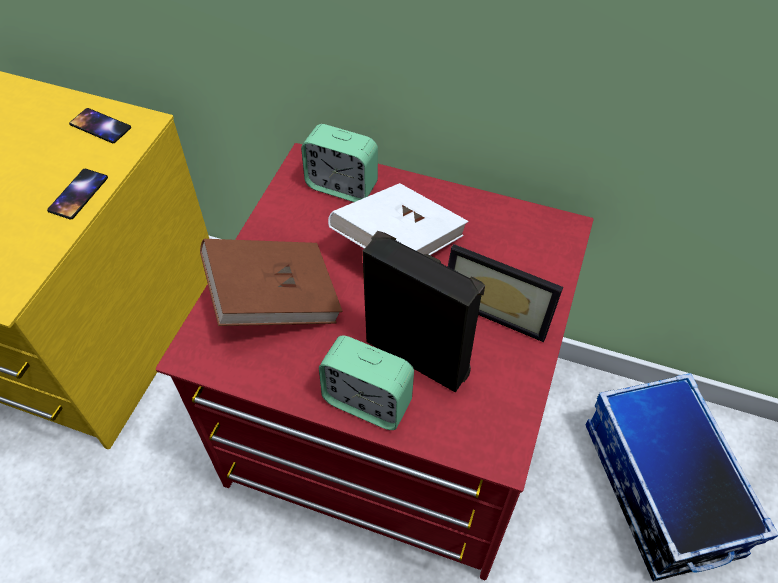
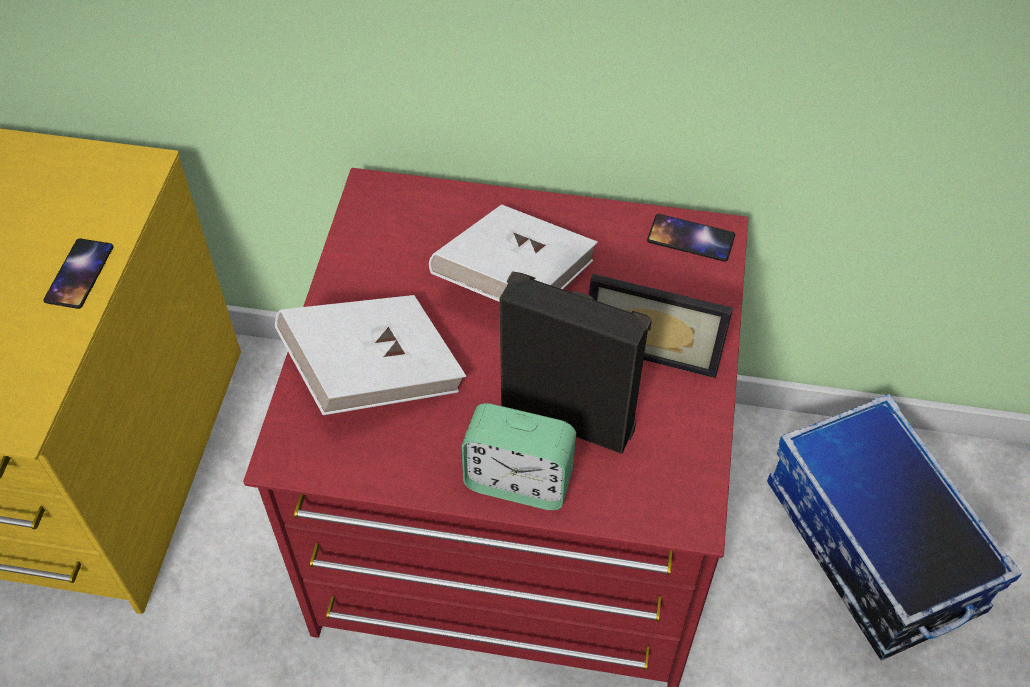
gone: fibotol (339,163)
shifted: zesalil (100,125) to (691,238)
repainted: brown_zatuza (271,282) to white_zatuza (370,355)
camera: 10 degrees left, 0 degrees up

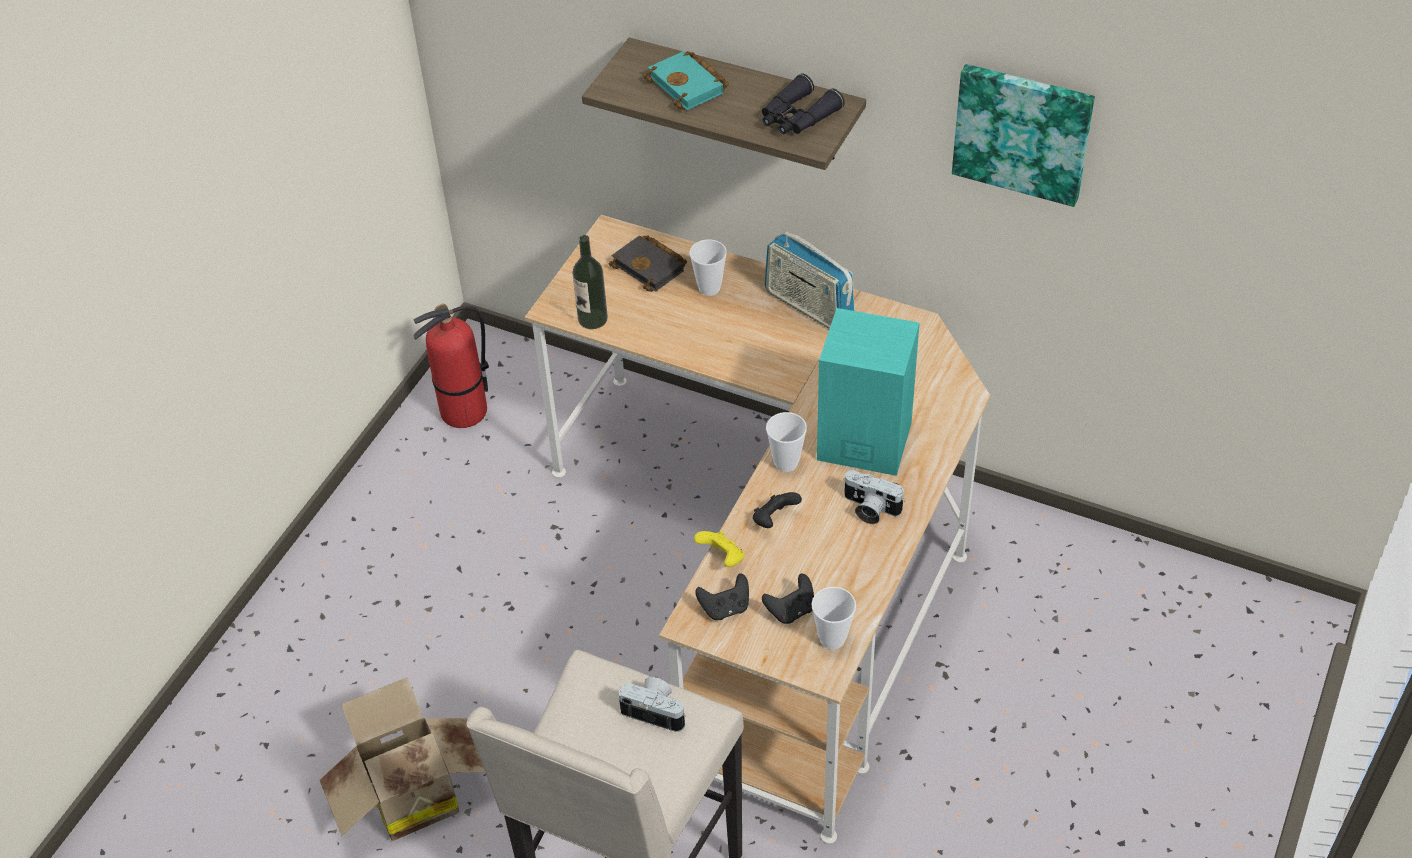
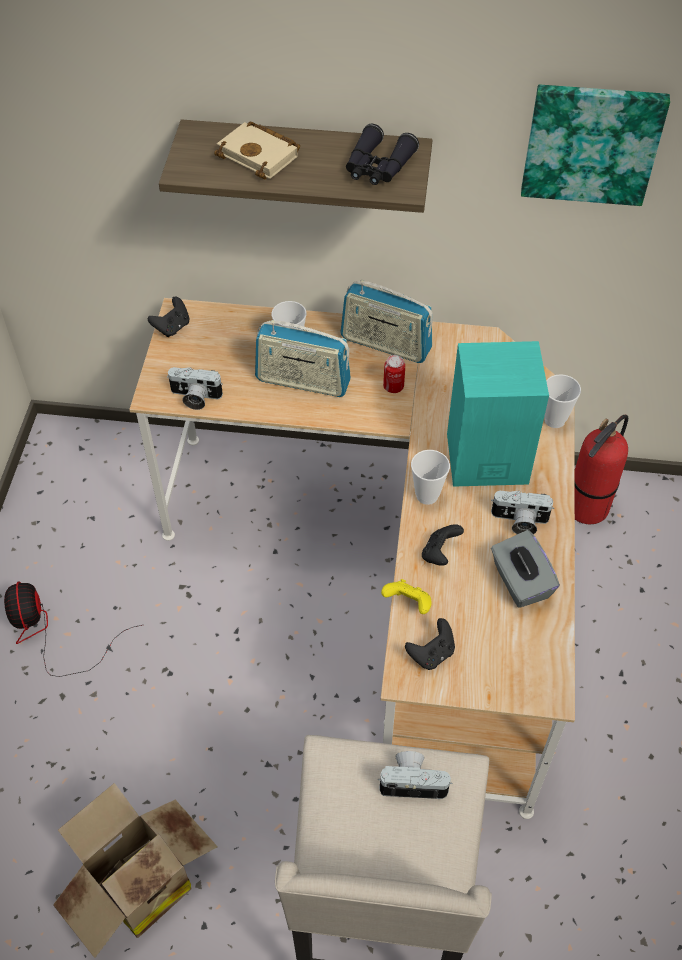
gone: black_zatuza (648,263)
new: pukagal (73,629); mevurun (303,358); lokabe (394,374); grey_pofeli (525,569)
shifted: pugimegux (451,366) to (601,470); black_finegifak (788,599) to (168,317); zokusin (833,618) to (562,401)
swapped: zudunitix (590,282) to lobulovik (195,388)
repainted: turquoise_zatuza (686,80) to beige_zatuza (257,150)
camera: 20 degrees left, 5 degrees up

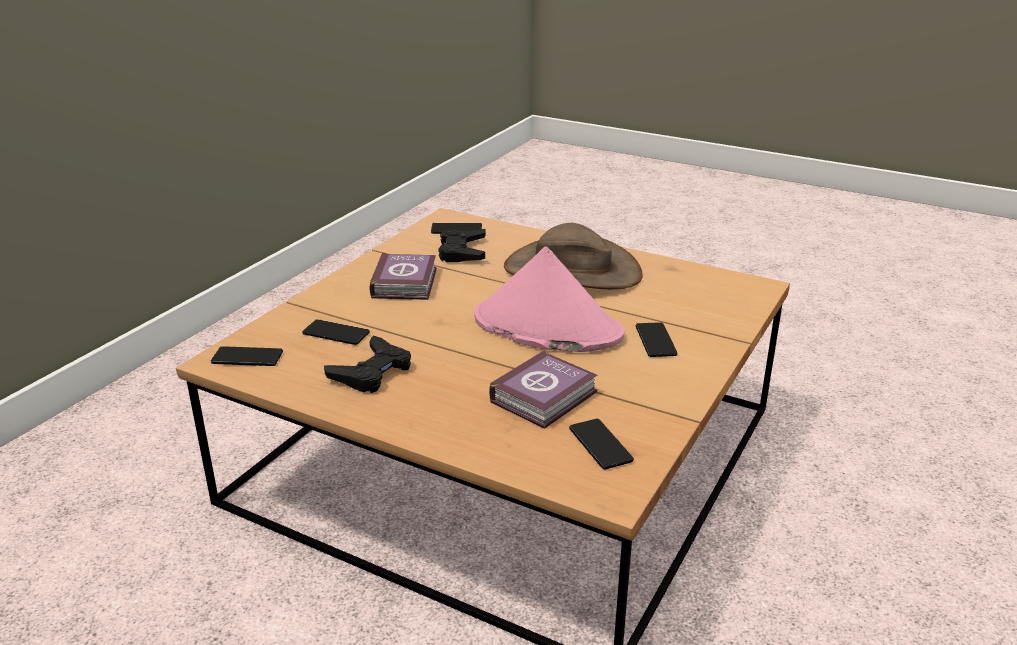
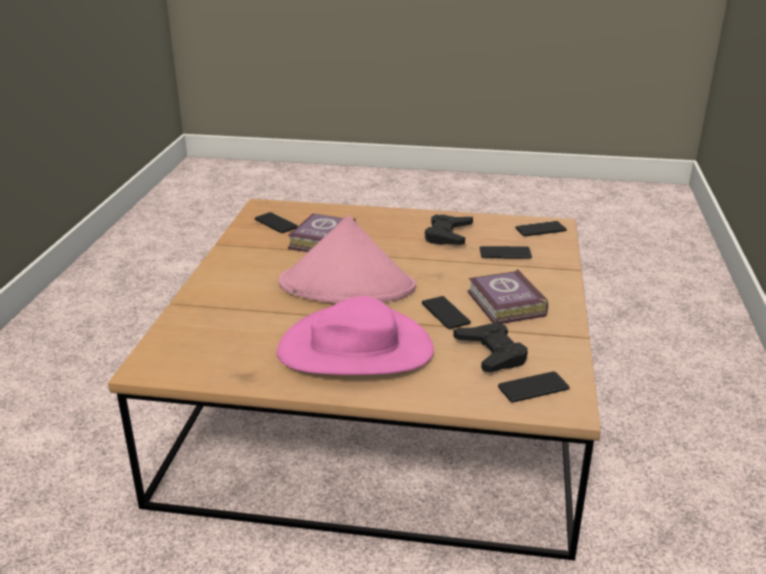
shifted: zesalil (656,339) to (446,312)
repainted: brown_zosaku (573,256) to pink_zosaku (355,335)
camera: 160 degrees right, 0 degrees up

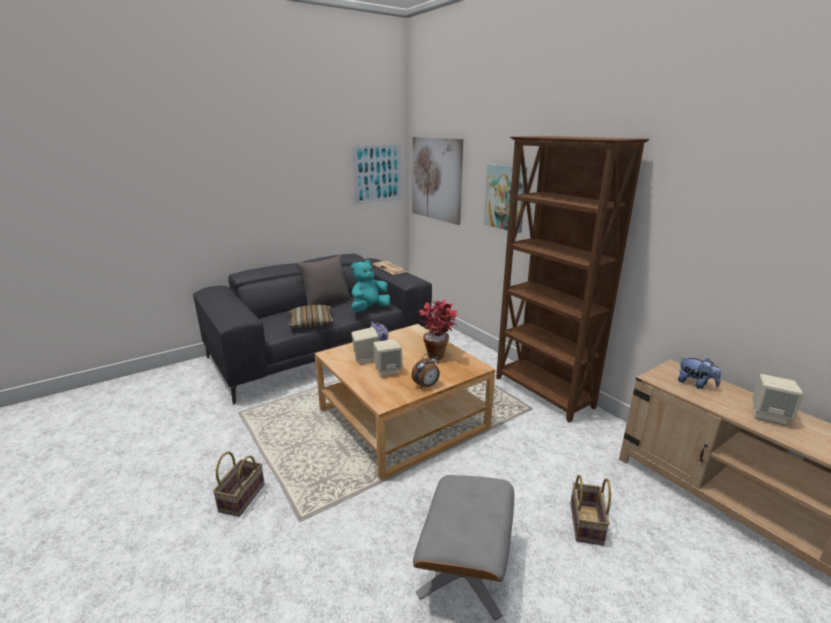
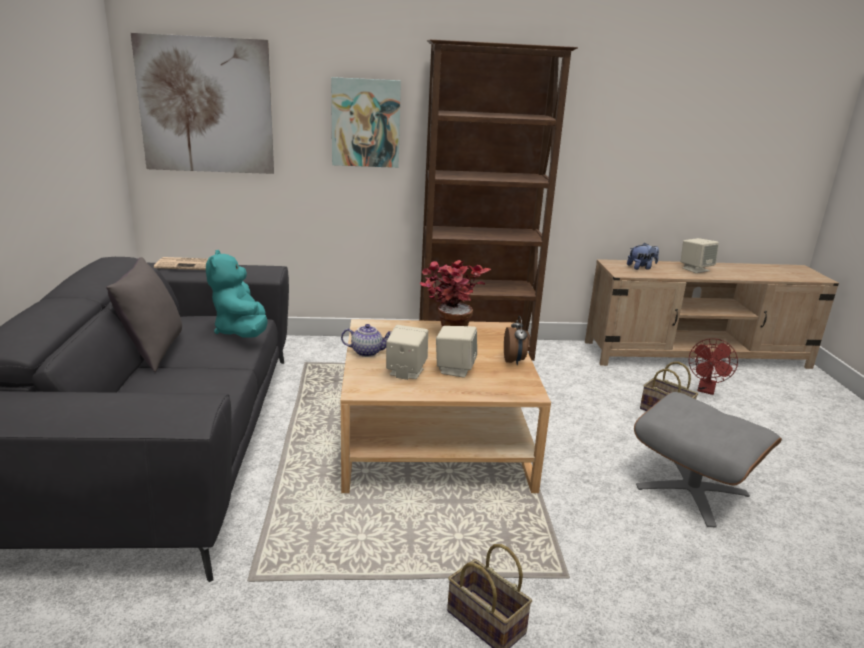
gone: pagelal (311,316); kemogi (376,174)
new: red_pukagal (713,366)
camera: 60 degrees left, 0 degrees up

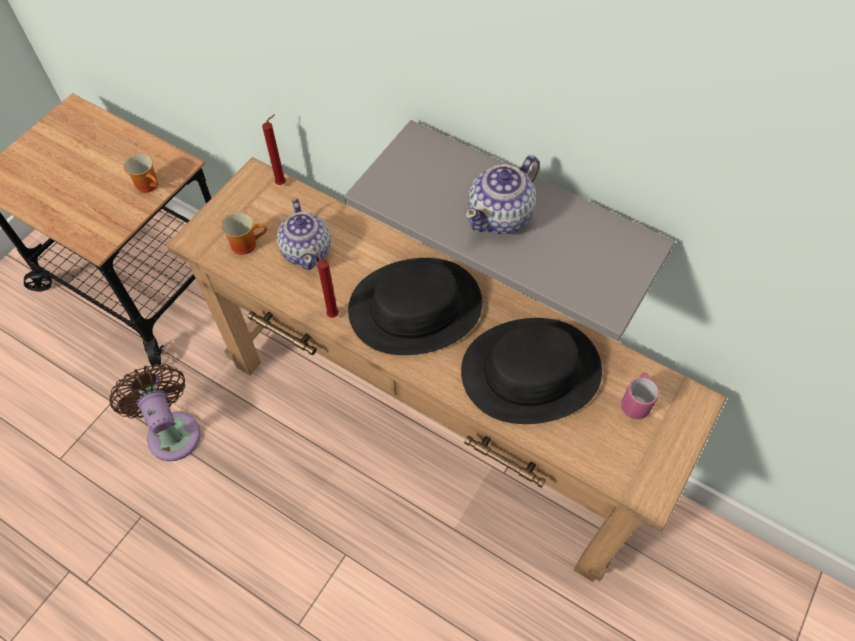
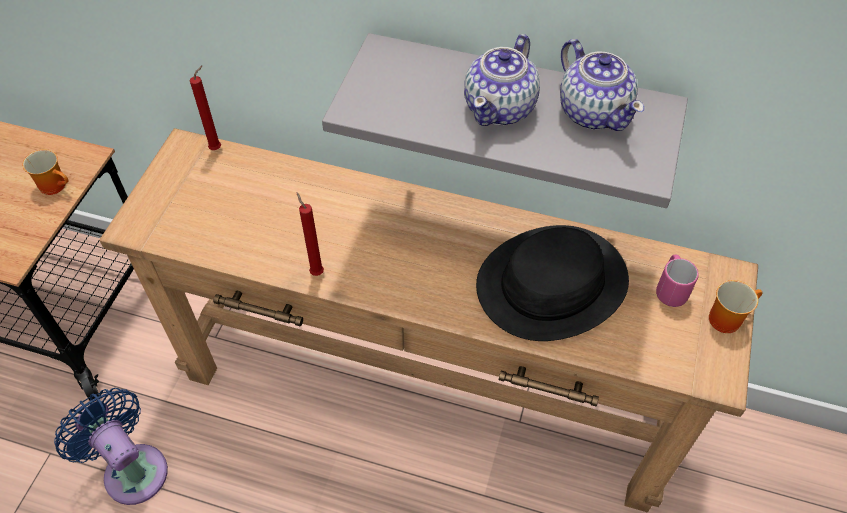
gone: black_zosaku (415,306)
shifted: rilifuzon (244,233) to (735,306); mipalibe (304,234) to (602,85)
repainted: brown_pukagal (155,412) to blue_pukagal (111,446)
camera: 15 degrees left, 5 degrees down

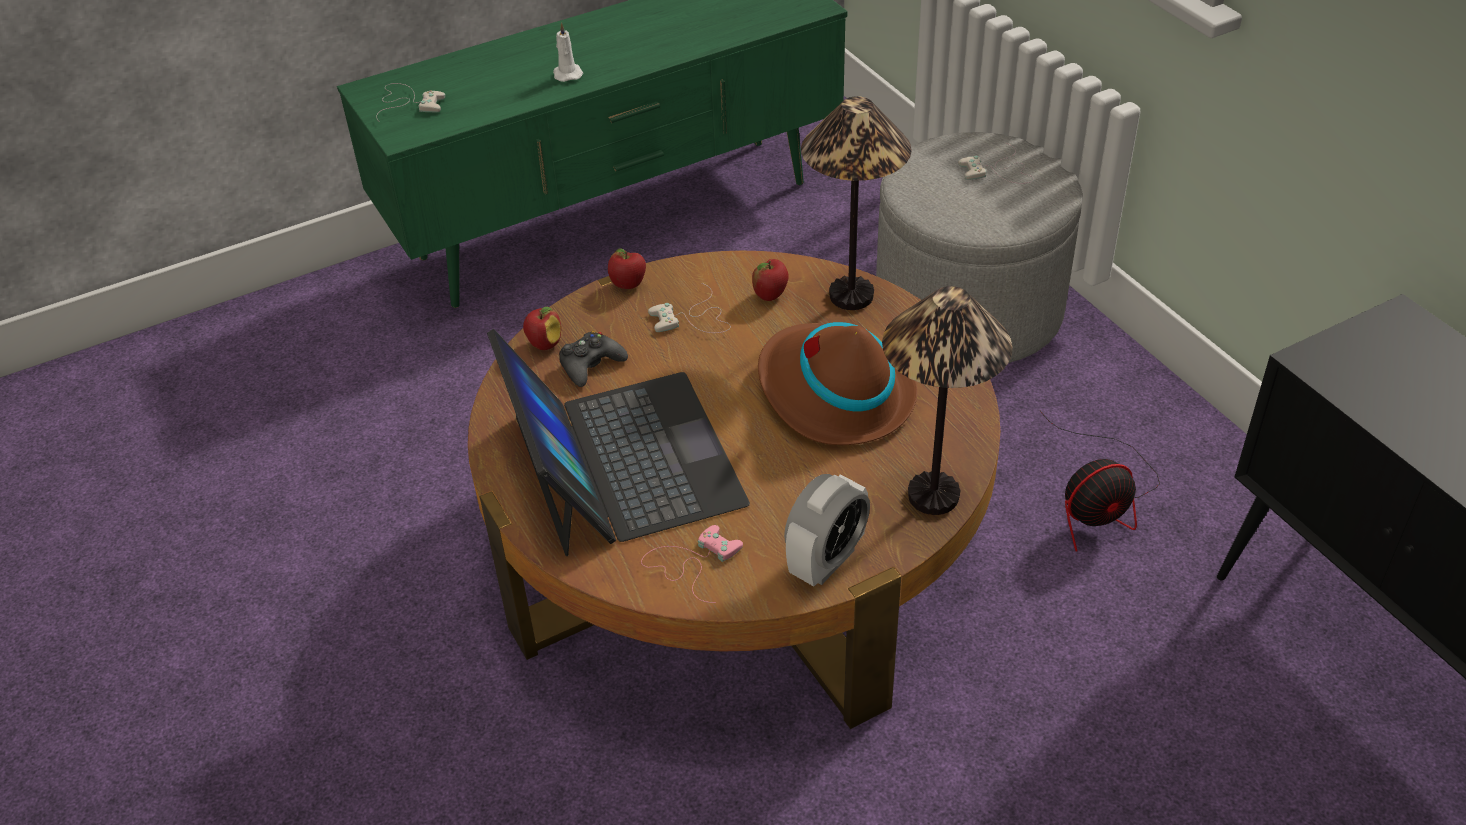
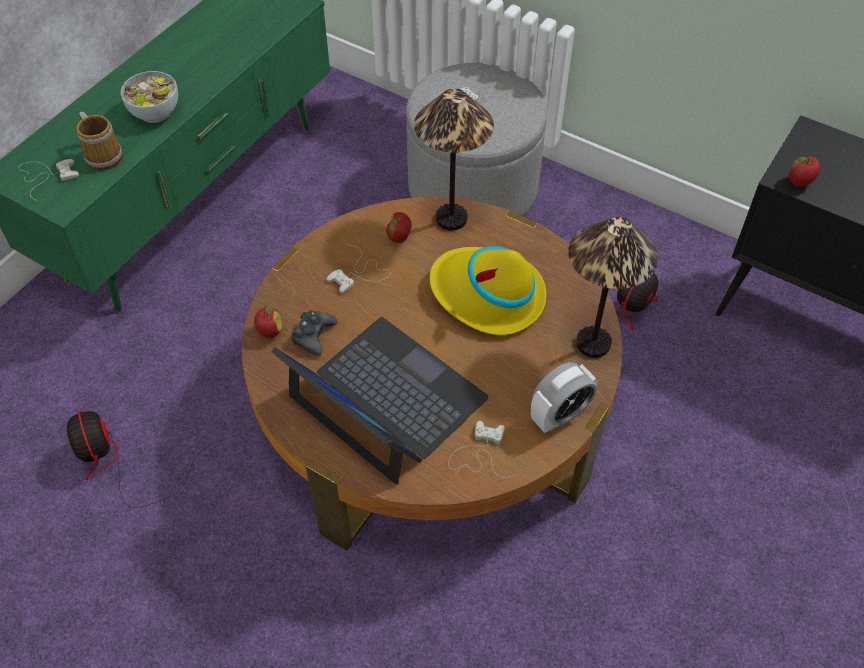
new: pukagal (146,459); rilifuzon (100,141)
shifted: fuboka (627,268) to (804,172)
swapped: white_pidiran (568,52) to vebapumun (149,97)
repainted: pink_finegifak (692,564) to white_finegifak (481,449); brown_zosaku (837,383) to yellow_zosaku (487,290)
rotated: fibotol (827,530) = (564,397) 45 degrees clockwise
camera: 30 degrees left, 10 degrees up

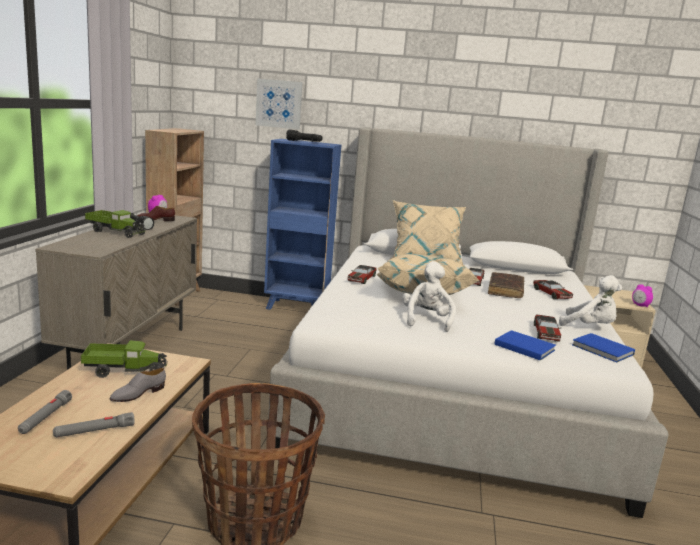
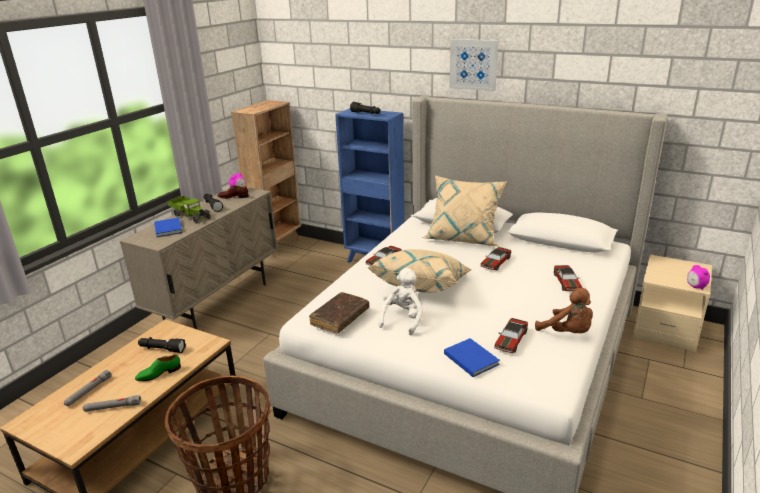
shifted: kemogi (279,103) to (473,65); brown_zatuza (506,285) to (339,312); blue_zatuza (603,348) to (168,227)
swapped: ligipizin (124,359) to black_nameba (162,345)
repainted: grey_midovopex (137,385) to green_midovopex (158,368); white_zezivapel (590,300) to brown_zezivapel (564,310)
camera: 20 degrees right, 10 degrees up

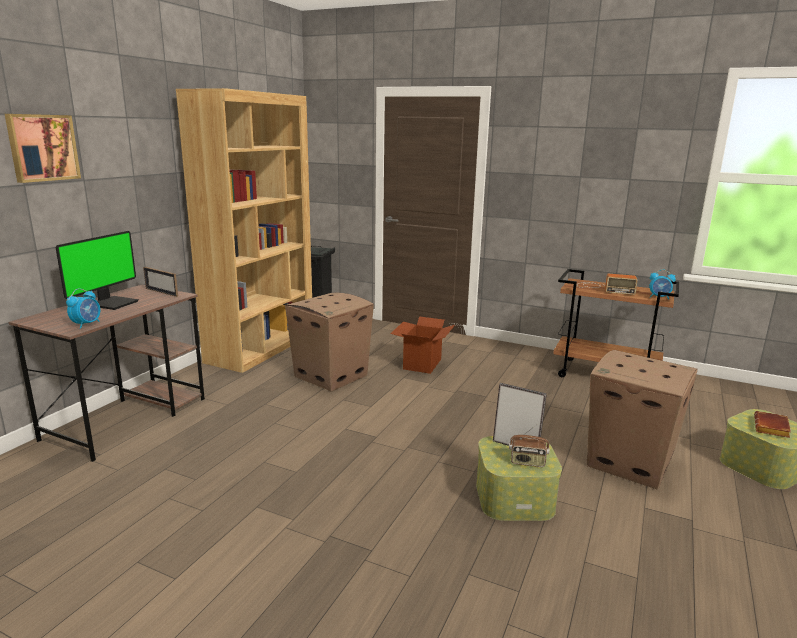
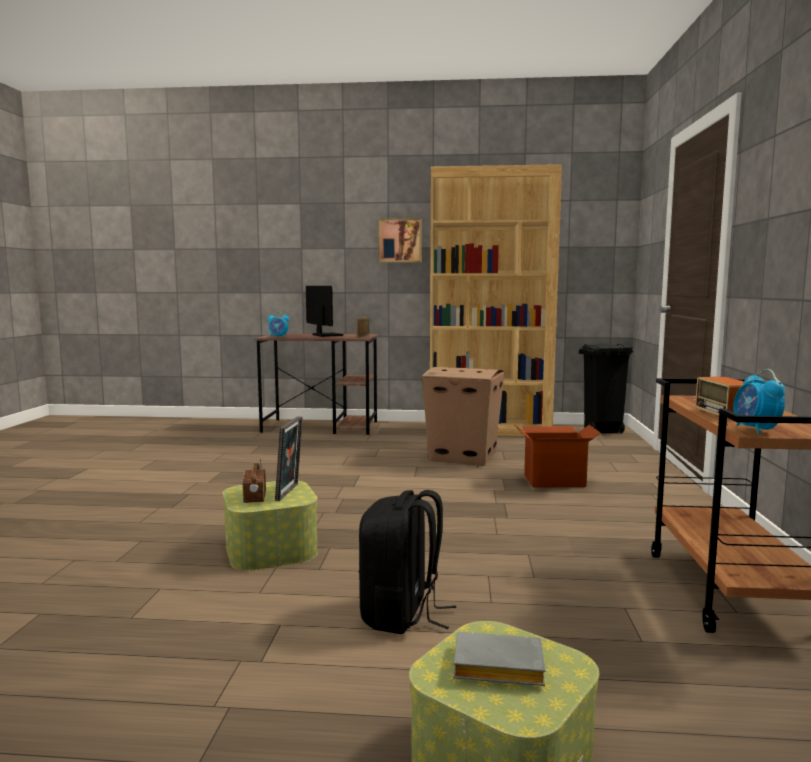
shifted: kemogi (43,148) to (400,240)
swapped: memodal (642,419) to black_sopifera (407,562)
repainted: brown_zatuza (772,424) to grey_zatuza (499,659)
rotated: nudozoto (97,270) = (325,311) 120 degrees counterclockwise
camera: 70 degrees right, 10 degrees down

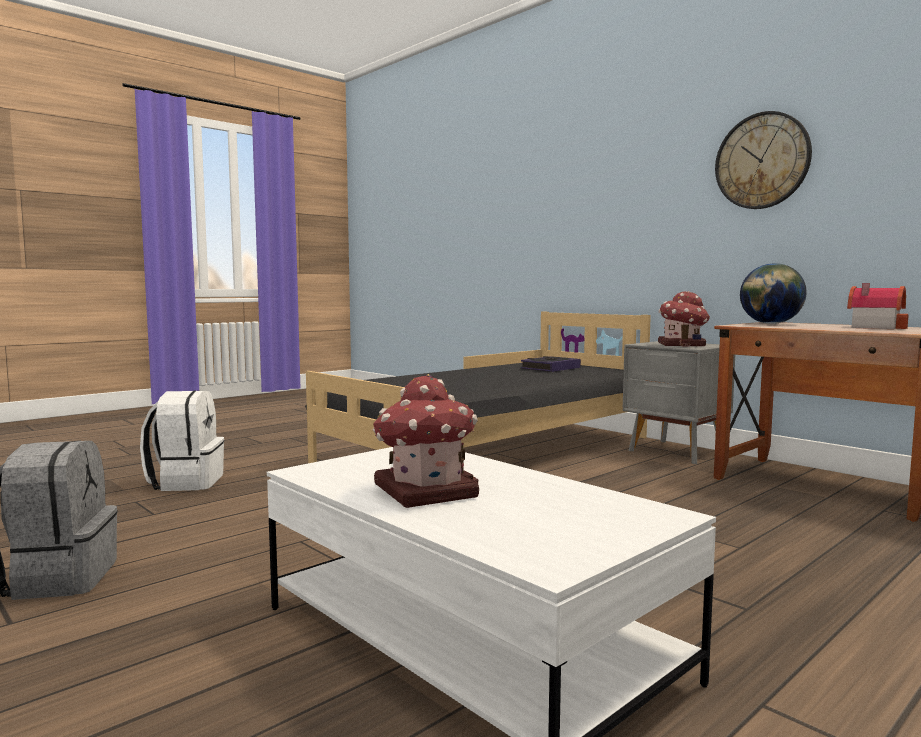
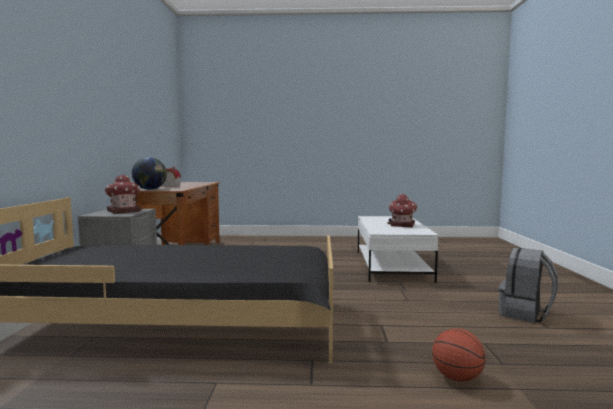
gone: zatuza (551,364); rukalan (763,160)
swapped: white_sopifera (182,441) to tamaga (459,355)
camera: 135 degrees left, 0 degrees up

